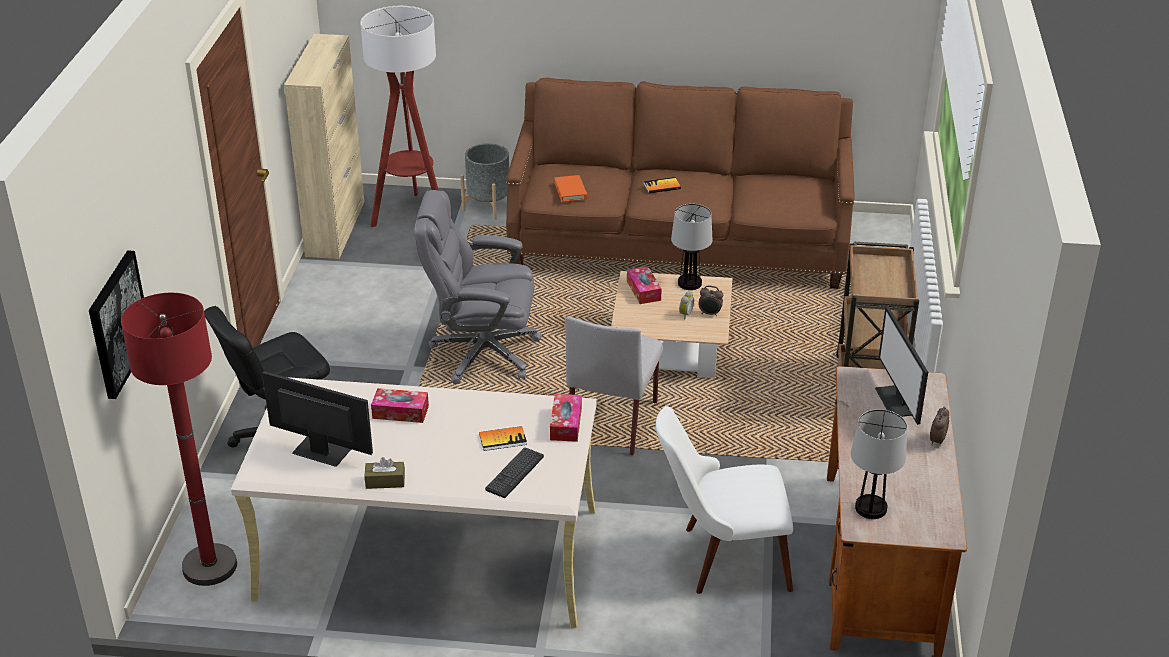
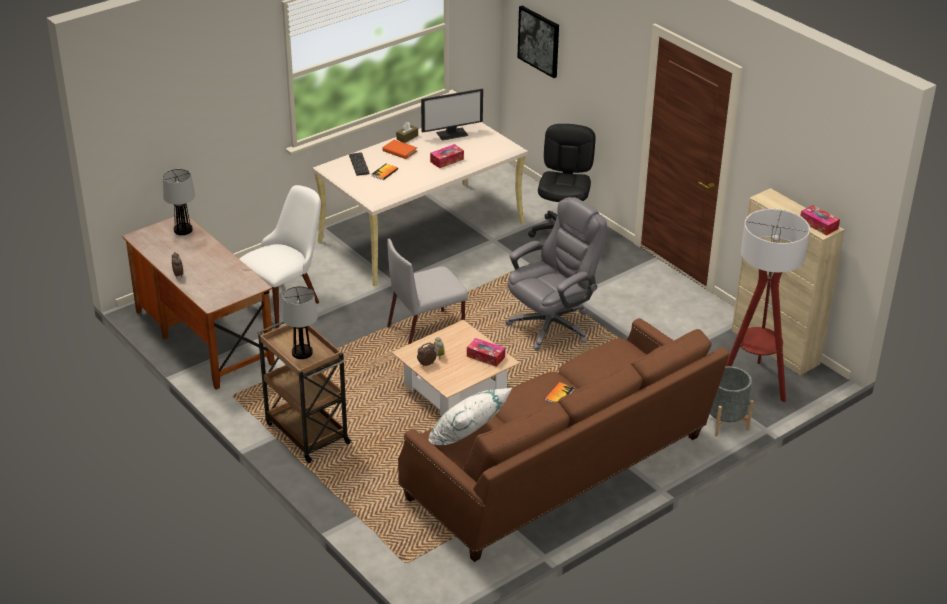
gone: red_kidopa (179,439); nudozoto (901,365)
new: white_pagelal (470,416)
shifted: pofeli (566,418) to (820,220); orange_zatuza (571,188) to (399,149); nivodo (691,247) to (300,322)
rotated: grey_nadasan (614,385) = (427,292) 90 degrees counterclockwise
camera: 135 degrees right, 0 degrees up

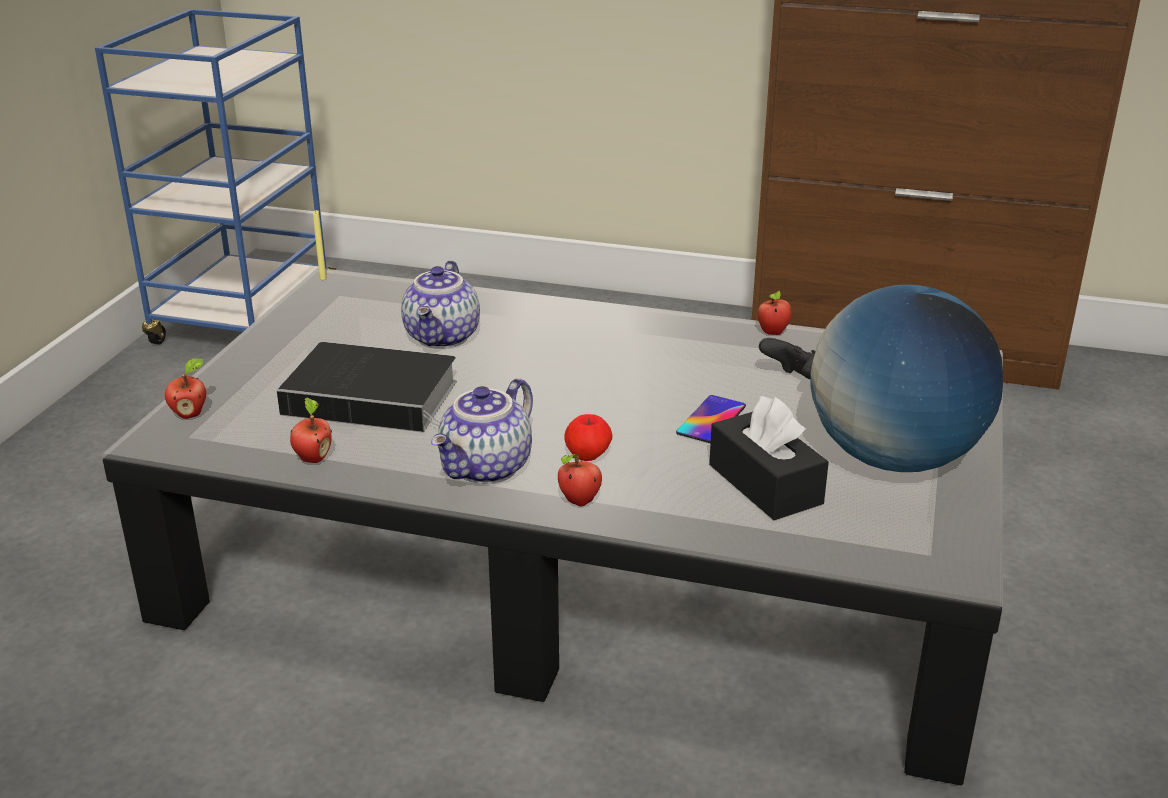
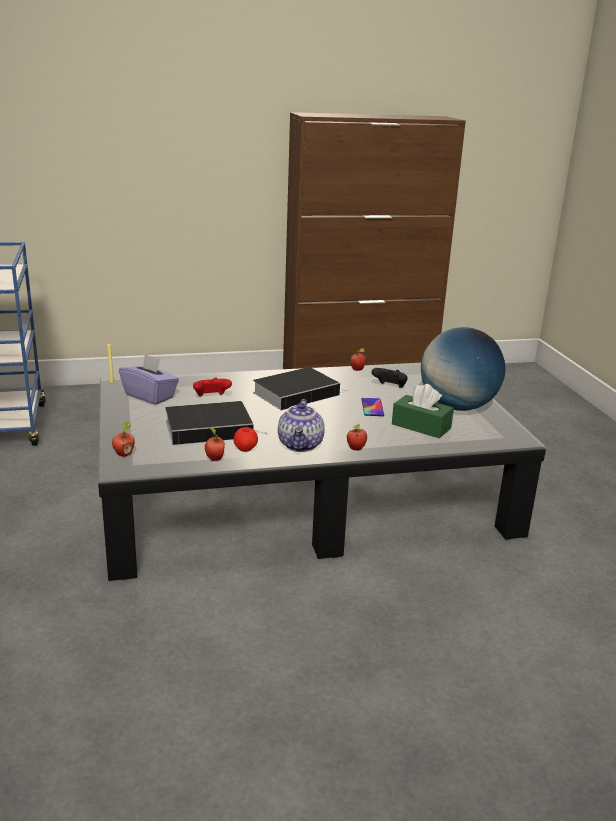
new: purple_pofeli (149,379); zatuza (298,388)
shifted: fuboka (588,437) to (246,439)
swapped: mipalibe (440,304) to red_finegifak (212,387)
repainted: black_pofeli (769,458) to green_pofeli (423,411)
camera: 30 degrees left, 5 degrees down

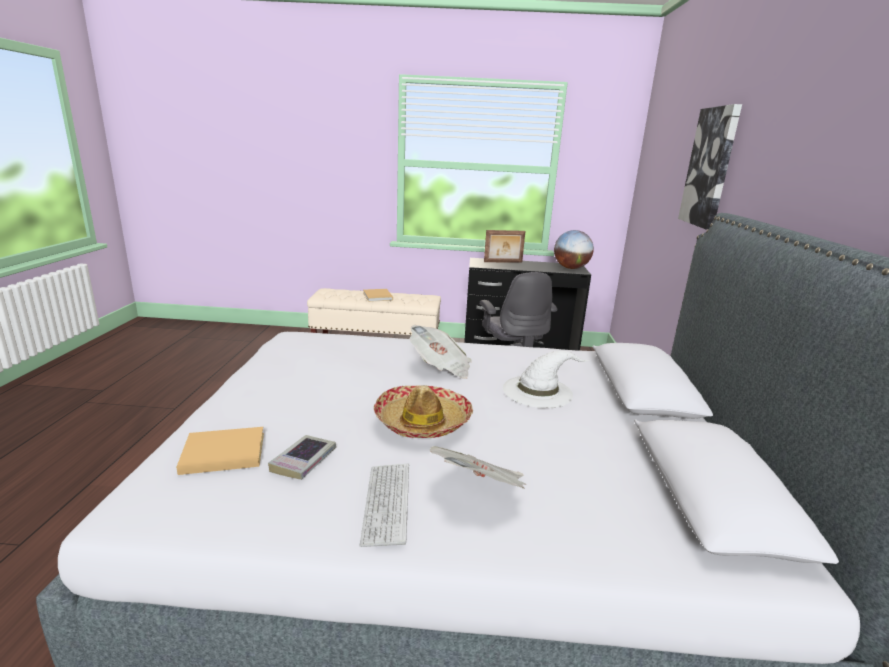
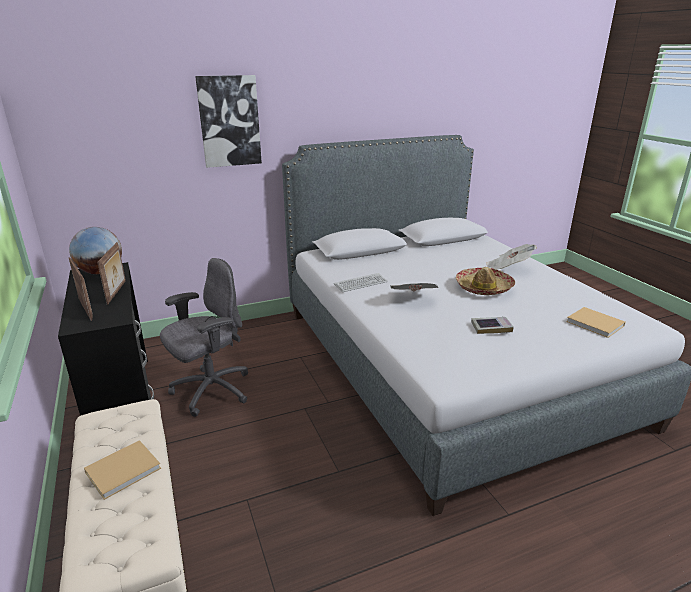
gone: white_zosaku (546,379)
new: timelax (111,273)
shifted: zatuza (302,457) to (492,325); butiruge (384,505) to (361,282)
camera: 115 degrees left, 5 degrees up

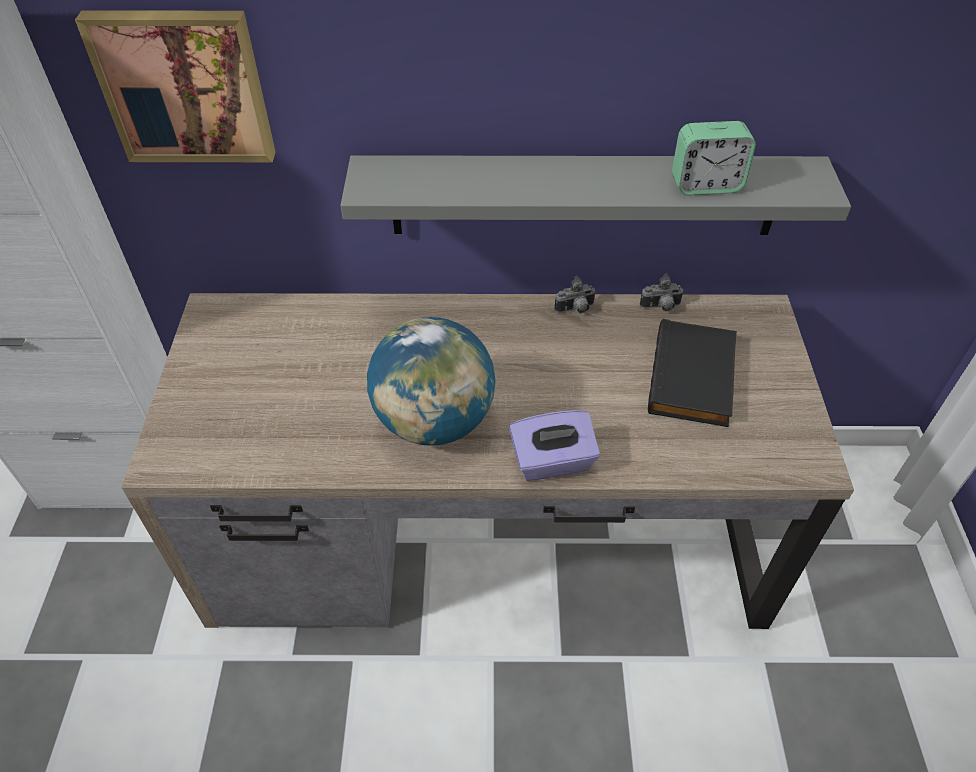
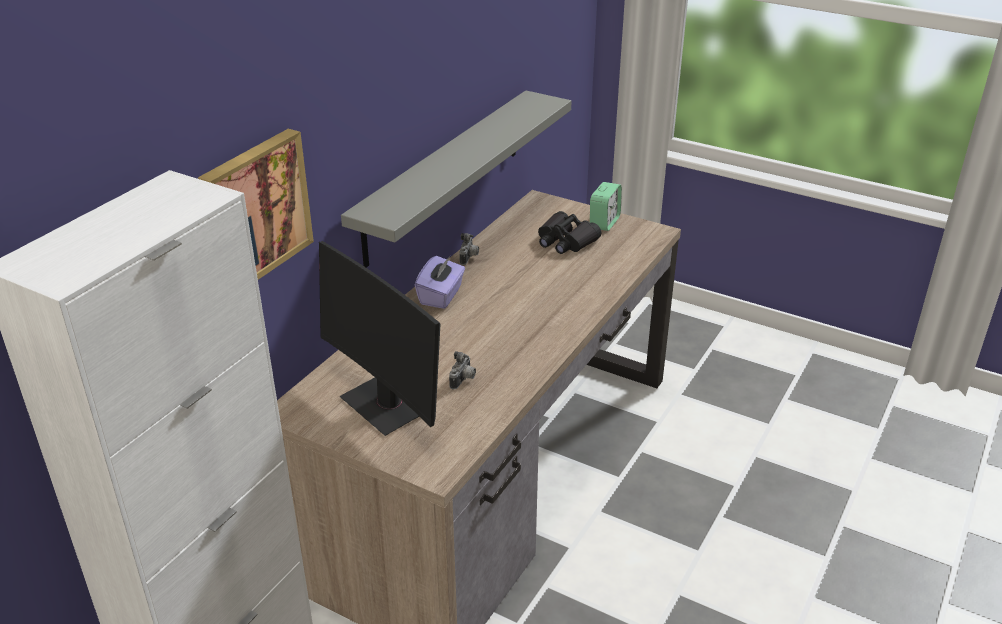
gone: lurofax (431,381)
new: nudozoto (380,338)
shifted: purple_pofeli (554,445) to (440,282); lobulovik (662,293) to (462,370); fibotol (714,158) to (606,206)
swapped: black_zatuza (692,373) to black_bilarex (569,232)
camera: 60 degrees left, 15 degrees down

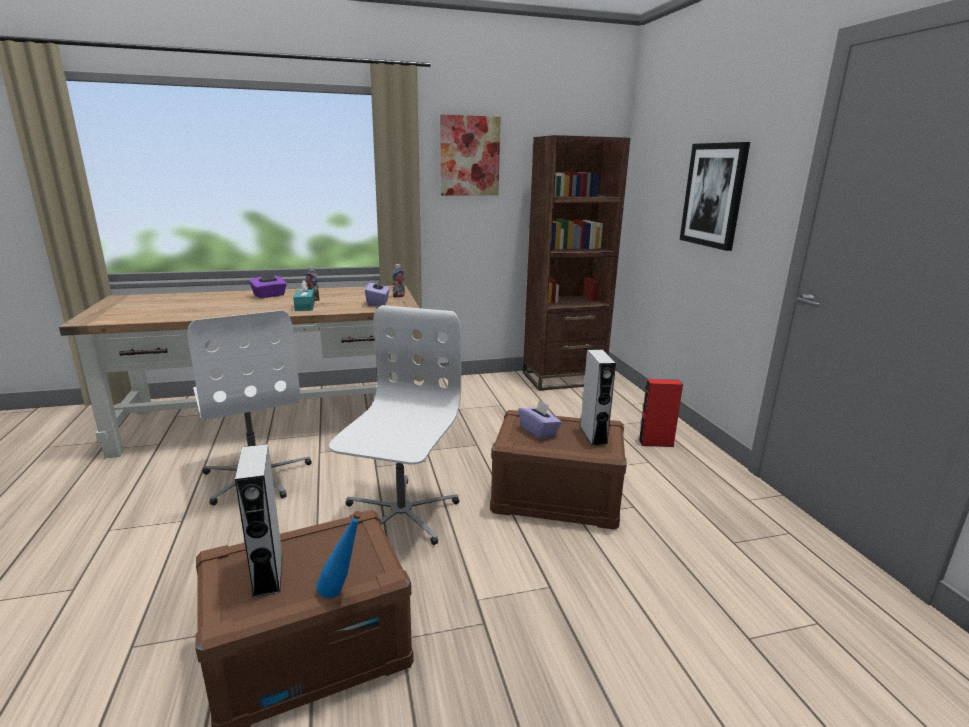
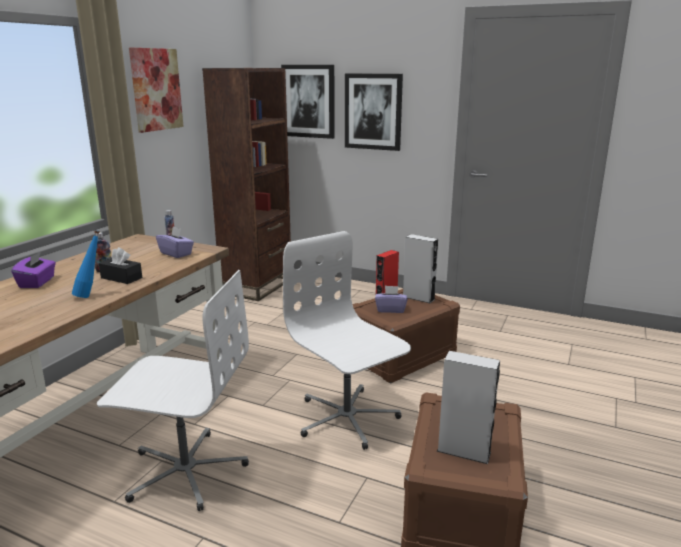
new: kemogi (308,102)
shifted: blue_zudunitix (339,554) to (86,264)
repainted: turquoise_pofeli (304,295) to black_pofeli (120,265)
camera: 50 degrees left, 0 degrees up

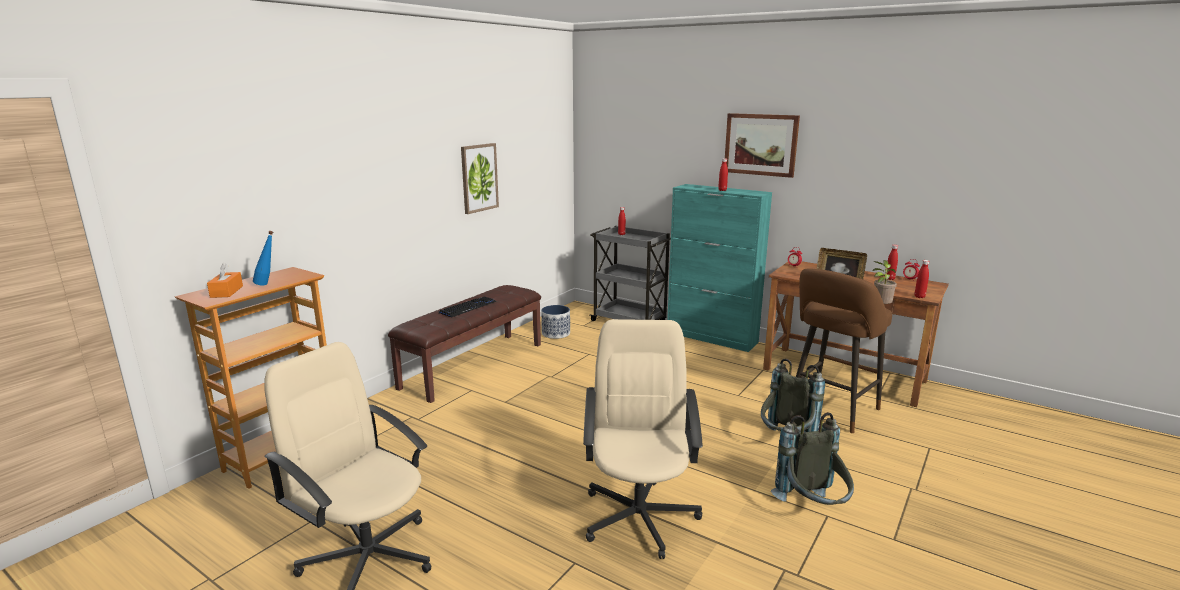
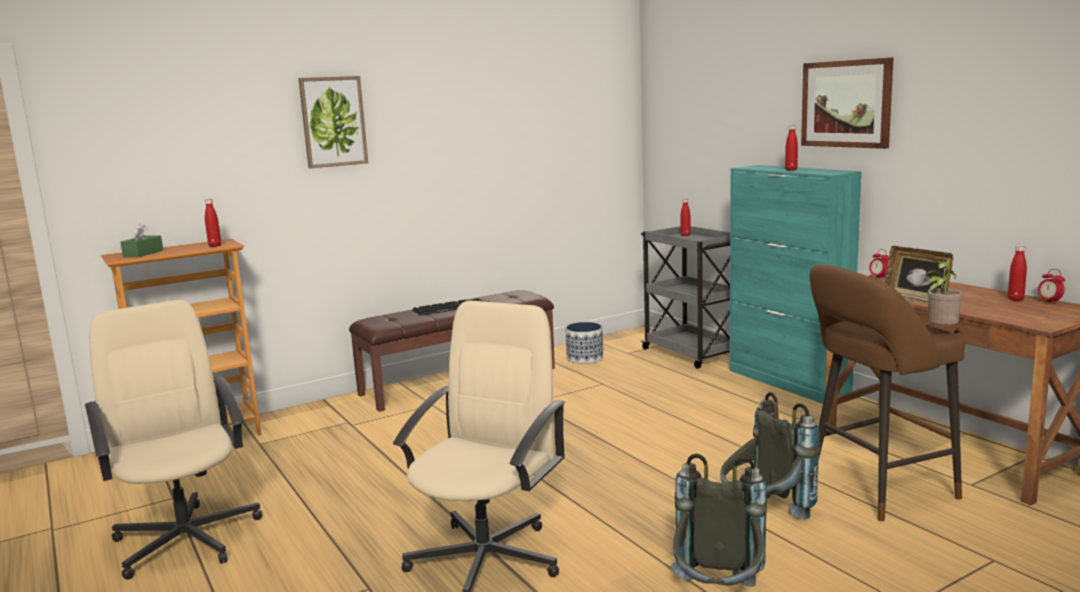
gone: blue_zudunitix (263,258)
shifted: kemogi (480,178) to (333,122); red_zudunitix (922,279) to (213,223)
repainted: orange_pofeli (225,280) to green_pofeli (141,240)
camera: 25 degrees right, 5 degrees down

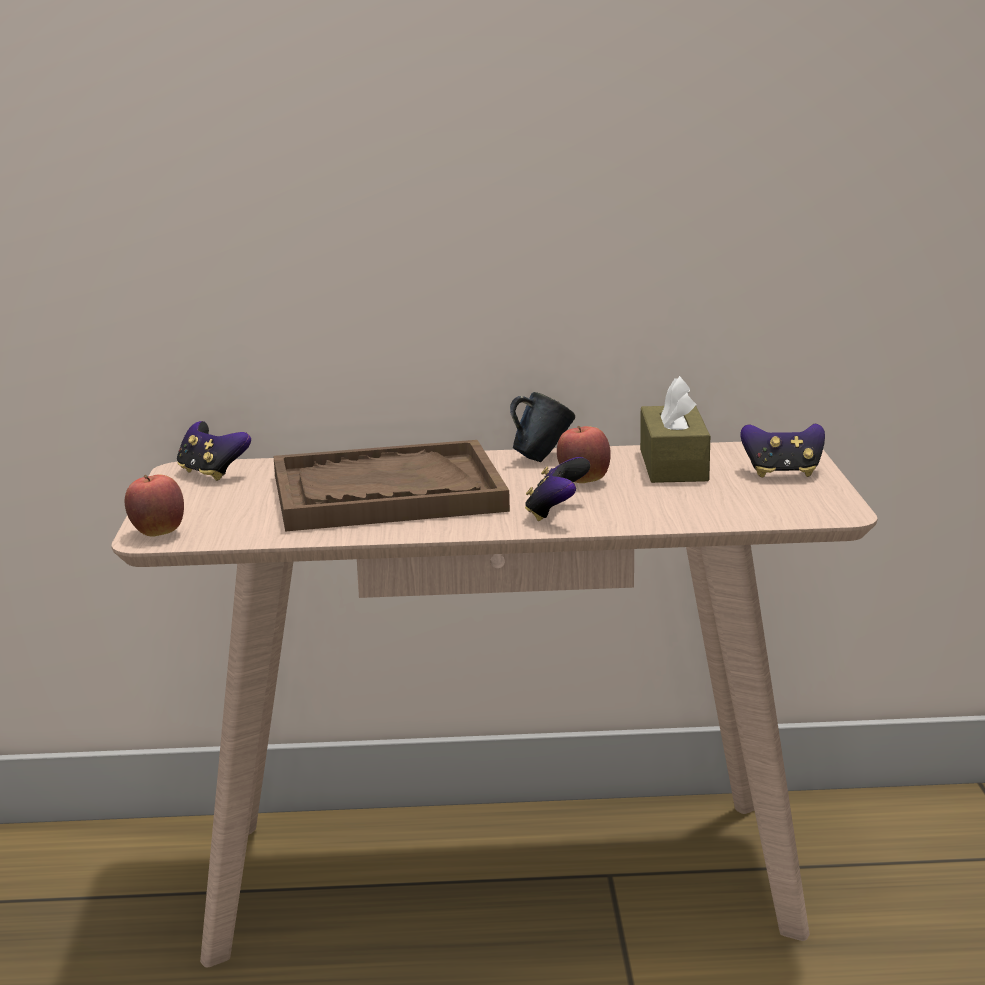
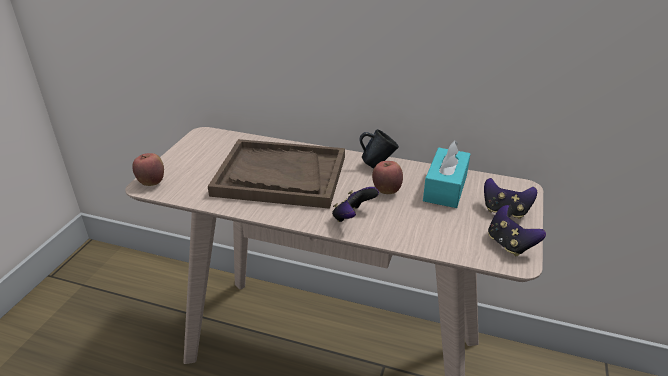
shifted: finegifak (214,451) to (517,230)
repainted: brown_pofeli (675,429) to turquoise_pofeli (446,174)
camera: 20 degrees right, 15 degrees up

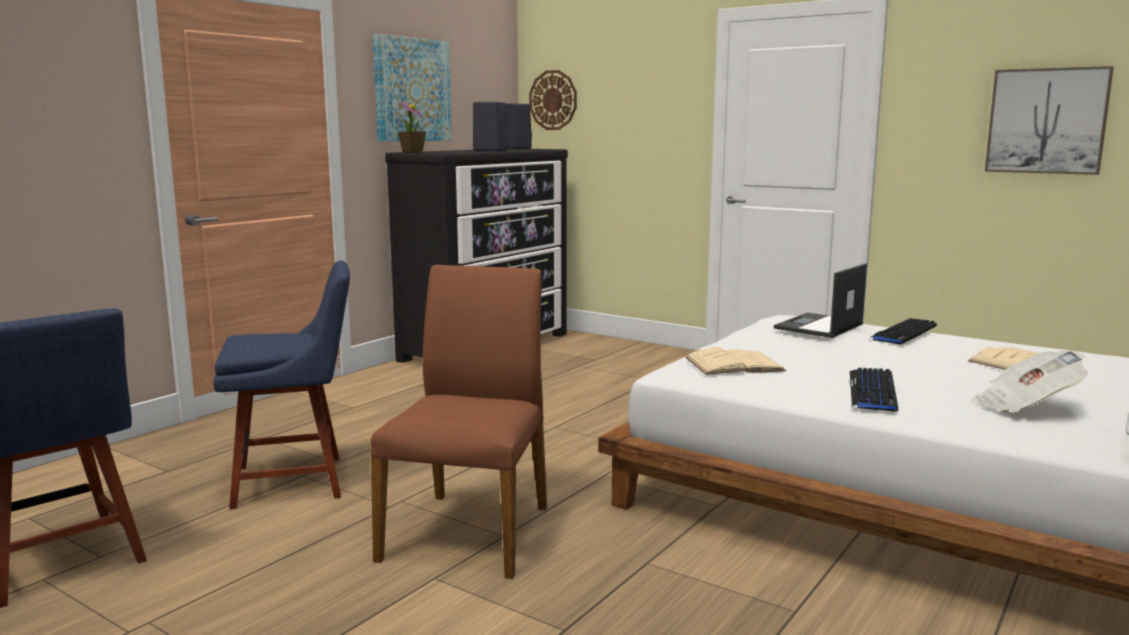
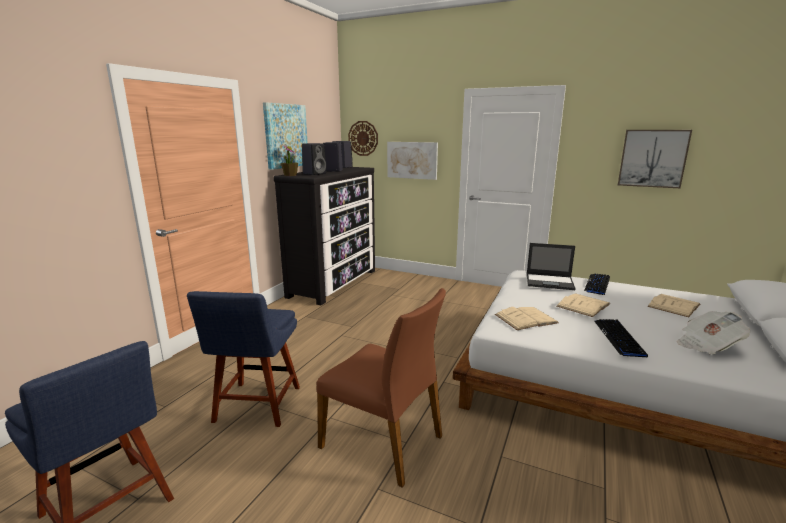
new: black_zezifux (314,159); kemogi (412,161); beige_zatuza (583,305)
rotated: blue_nadasan (281,385) = (243,359) 120 degrees clockwise; brown_nadasan (458,422) = (381,388) 120 degrees clockwise; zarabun (820,300) = (551,266) 105 degrees counterclockwise
camera: 10 degrees left, 5 degrees up

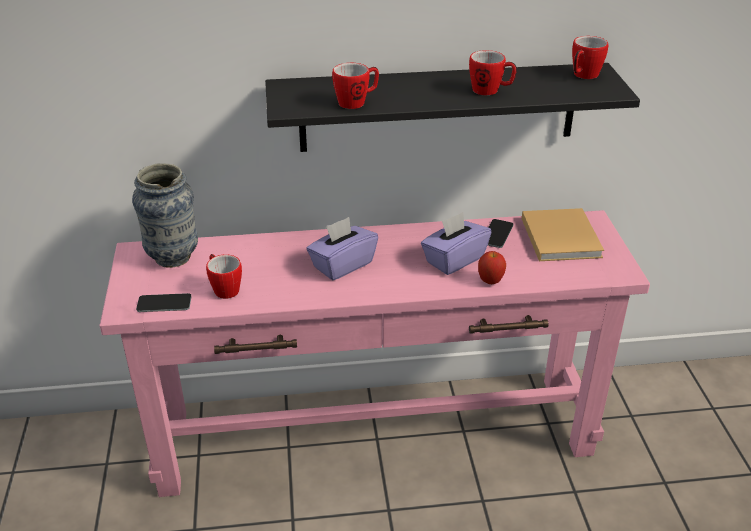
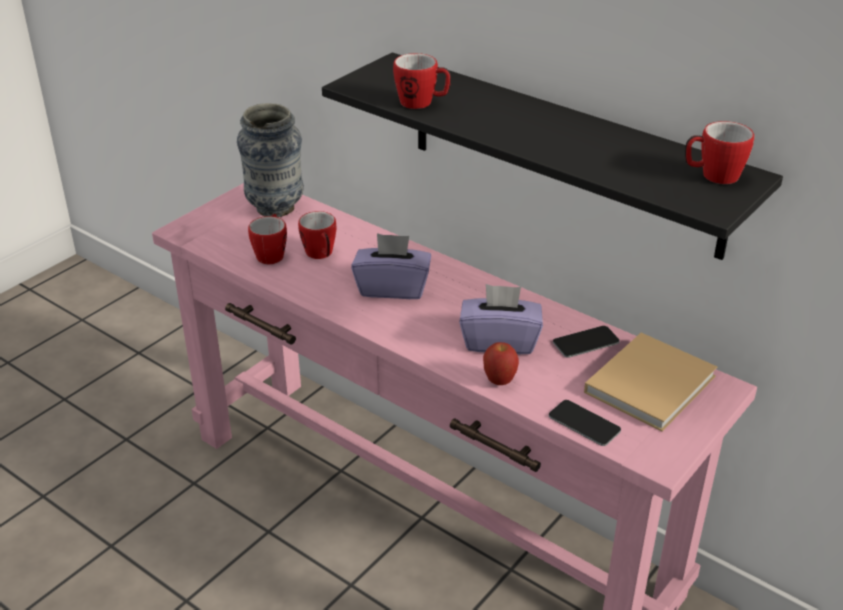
shifted: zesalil (164,302) to (585,423); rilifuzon (493,72) to (317,235)
camera: 45 degrees right, 0 degrees up

